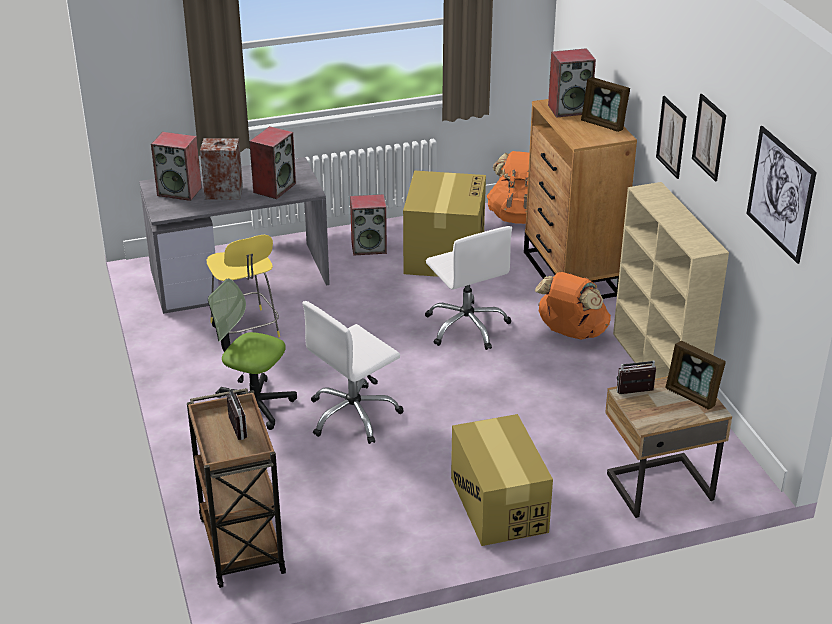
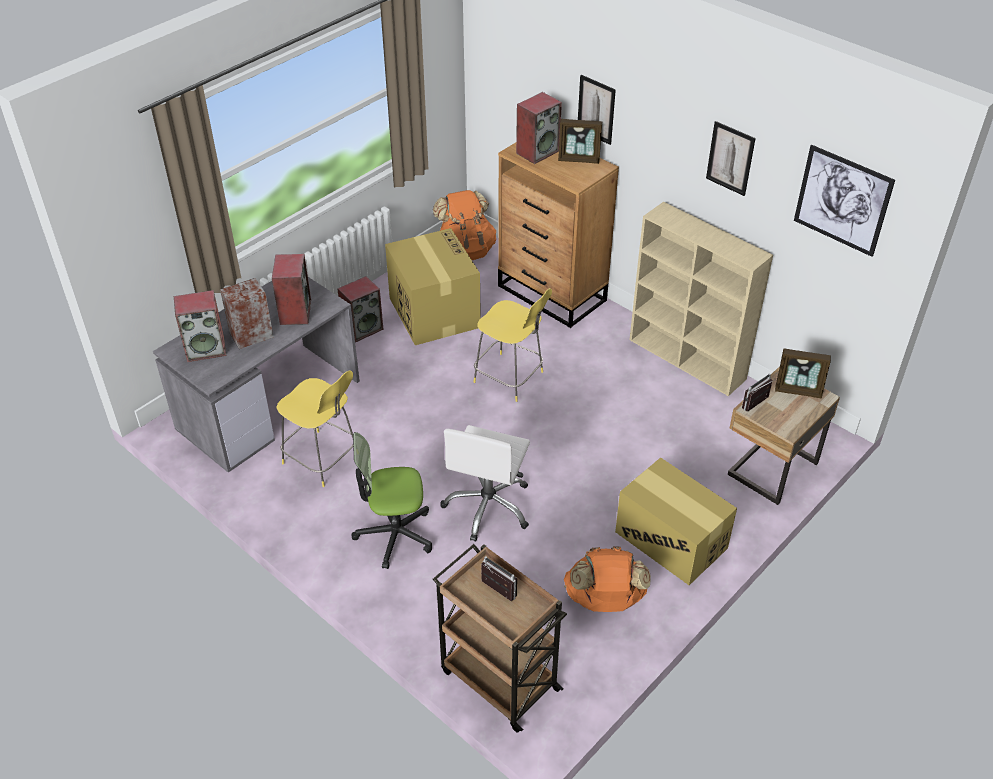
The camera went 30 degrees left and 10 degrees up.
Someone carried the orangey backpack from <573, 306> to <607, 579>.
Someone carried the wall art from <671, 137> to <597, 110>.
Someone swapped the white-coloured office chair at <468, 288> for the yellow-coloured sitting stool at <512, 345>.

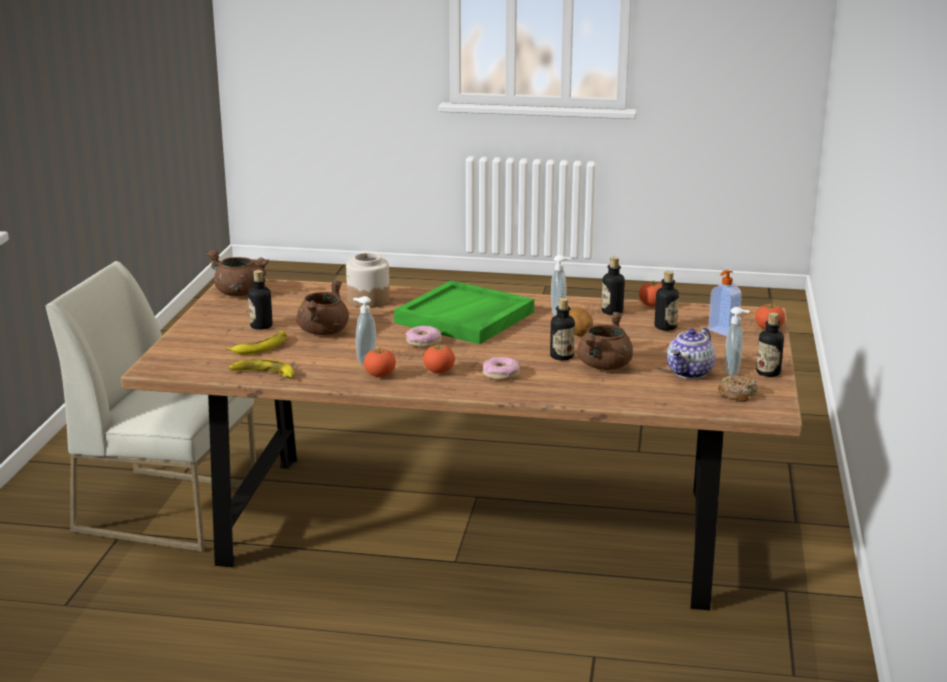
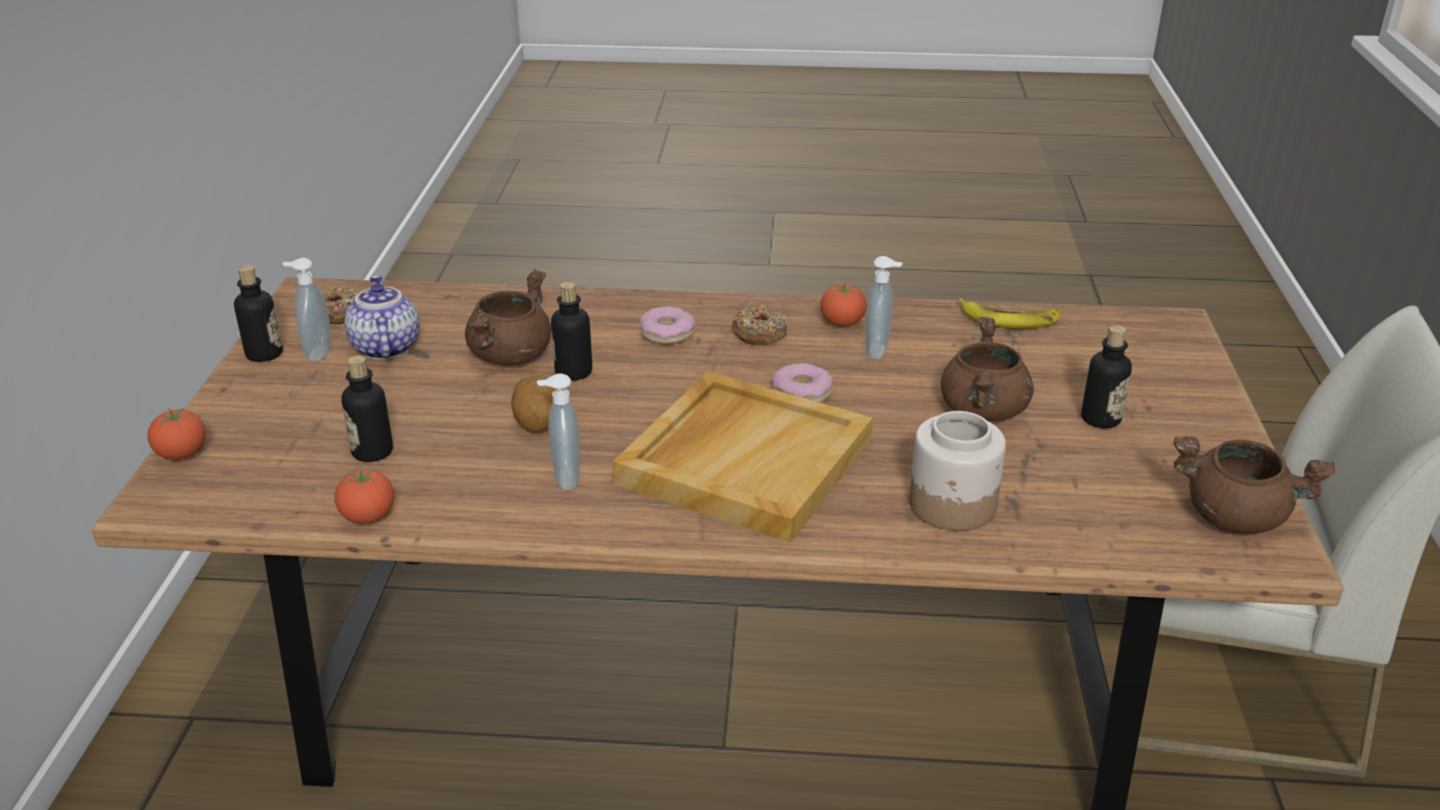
The camera went 175 degrees right and 10 degrees up.
Someone took away the banana at <256, 342>.
Someone took away the drink bottle at <613, 286>.
Someone took away the soap bottle at <725, 303>.
Someone swapped the tomato at <439, 358> for the ring doughnut at <759, 325>.
Someone repainted the greenish tray at <464, 312>, which became the beige-coloured tray at <742, 457>.
Someone rotated the tea pot at <691, 353> by 45 degrees counterclockwise.

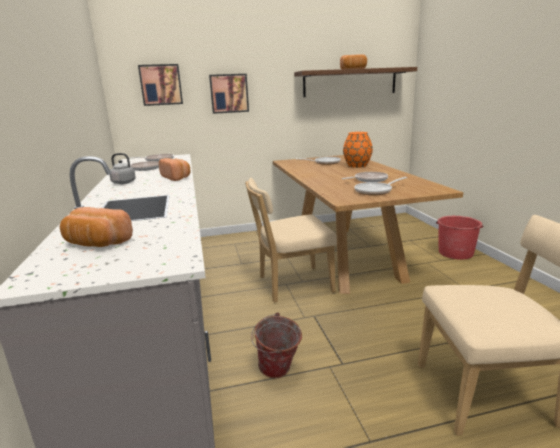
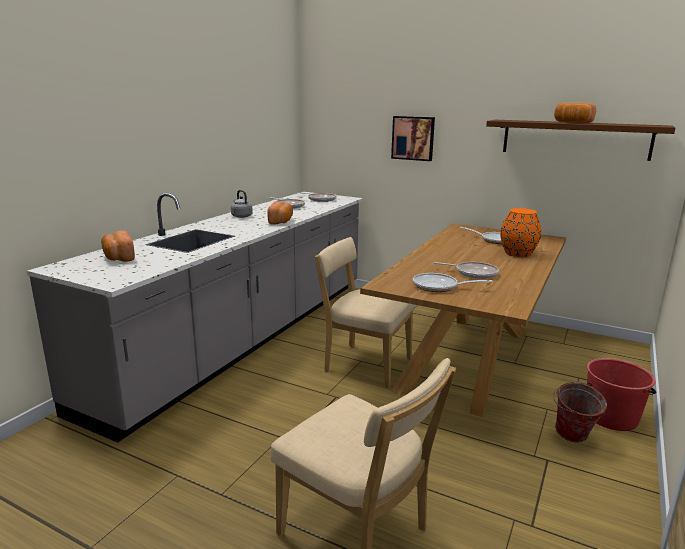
The camera went 40 degrees right and 0 degrees up.
Someone took away the wall art at <160, 85>.
Someone carried the water bucket from <276, 345> to <580, 412>.

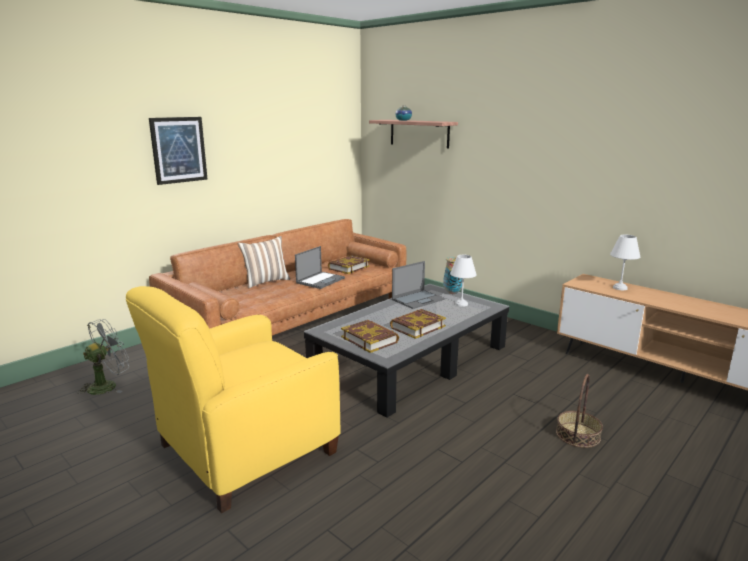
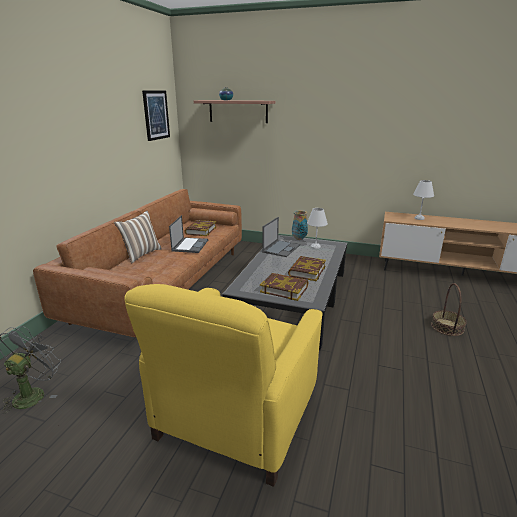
The camera went 25 degrees left and 5 degrees up.
Someone carried the wall art from <178, 151> to <156, 116>.

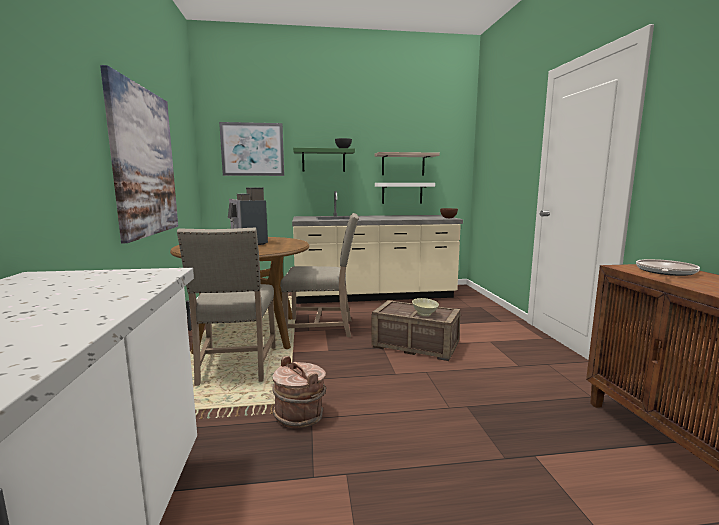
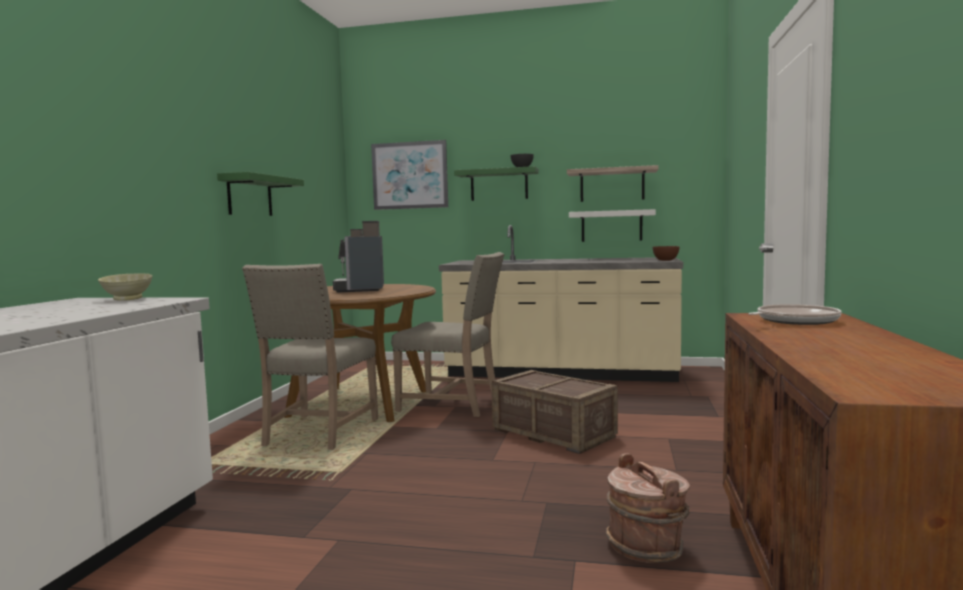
The camera went 20 degrees right and 5 degrees down.
Someone carried the brown-coloured water bucket from <299, 392> to <648, 508>.
Someone carried the beige-coloured serving bowl from <425, 307> to <125, 287>.
Someone swapped the wall art at <139, 154> for the greenish wall shelf at <260, 194>.

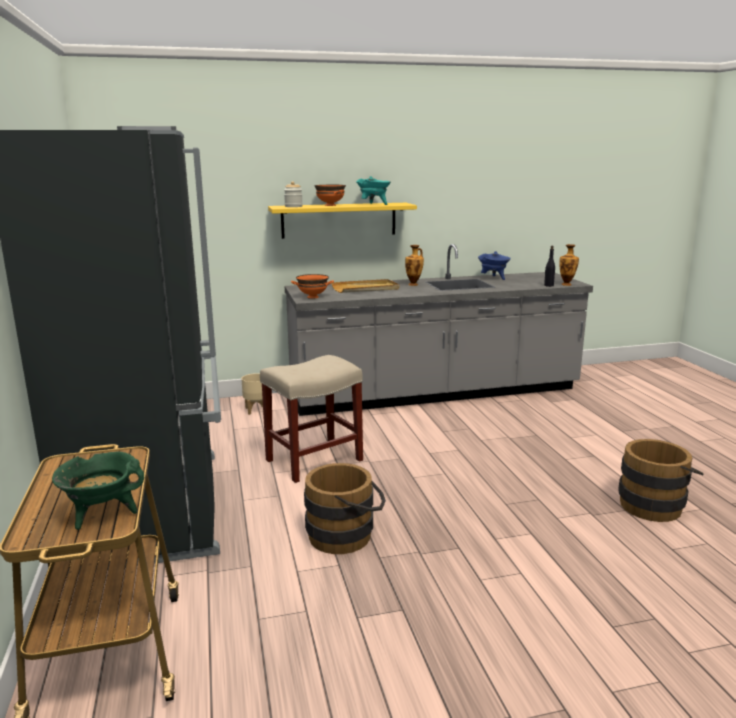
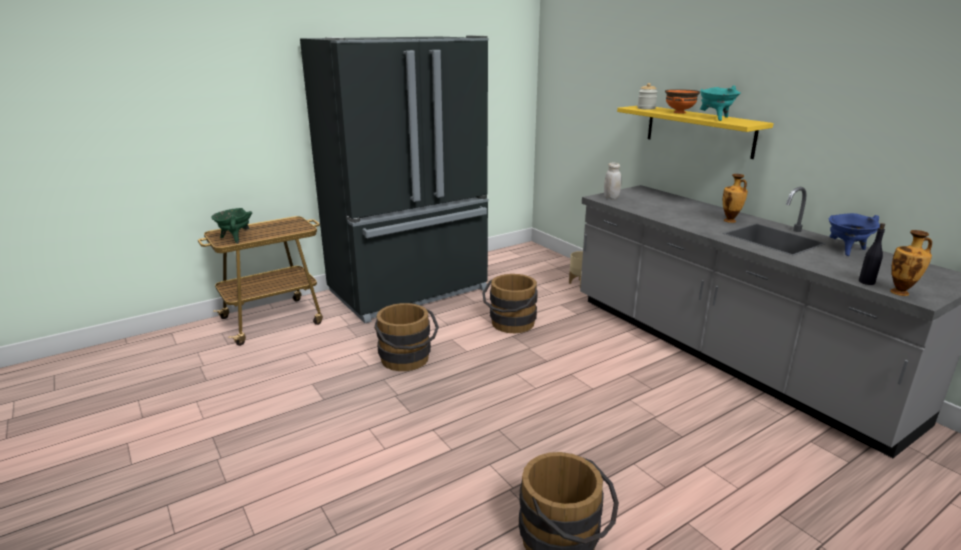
The camera went 70 degrees right and 5 degrees up.
Someone took away the beige-coloured tray at <365, 286>.
Someone swapped the beige-coloured sitting stool at <311, 419> for the brown-coloured water bucket at <510, 303>.
Someone swapped the orangey serving bowl at <312, 286> for the white-coloured jar at <613, 181>.

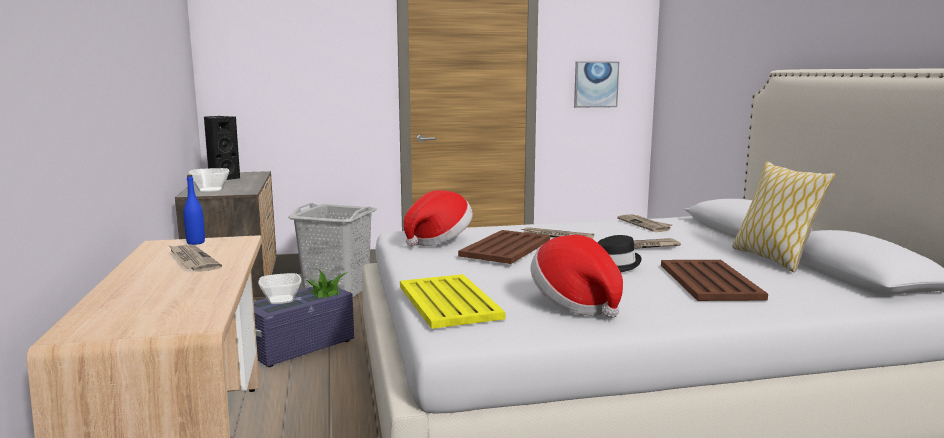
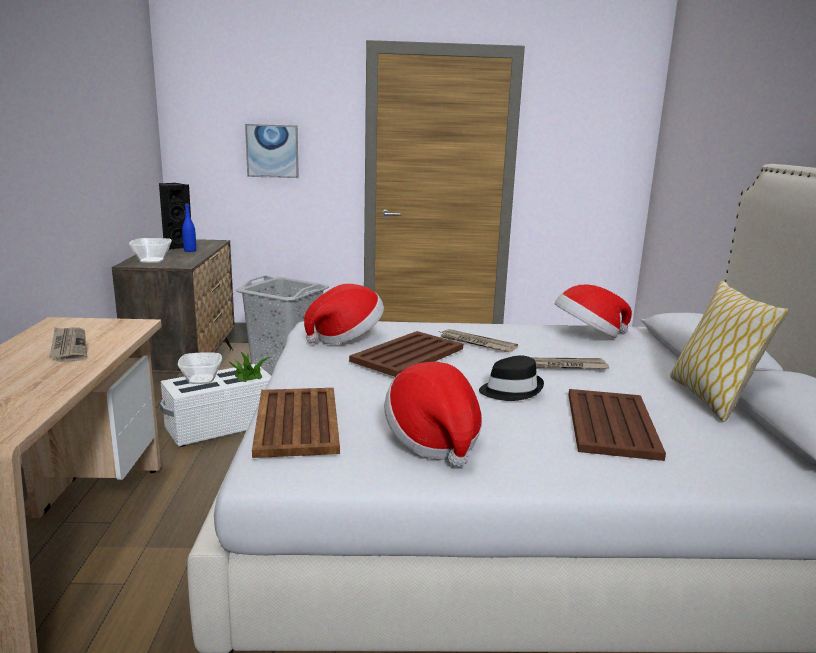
The camera went 10 degrees right and 5 degrees up.
Someone carried the bluish drink bottle from <194, 210> to <189, 227>.
Someone carried the wall art from <596, 84> to <272, 151>.
Someone swapped the printed paper at <644, 223> for the hat at <593, 311>.
Someone repainted the purplish storage box at <303, 327>, which became the white-coloured storage box at <215, 405>.
Someone repainted the yellow-coloured tray at <453, 301>, which became the brown-coloured tray at <296, 423>.

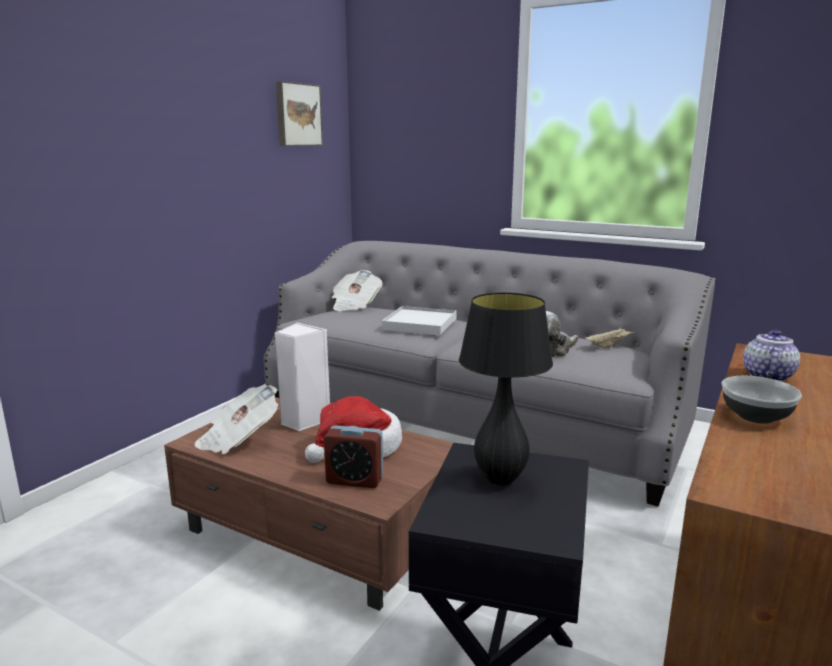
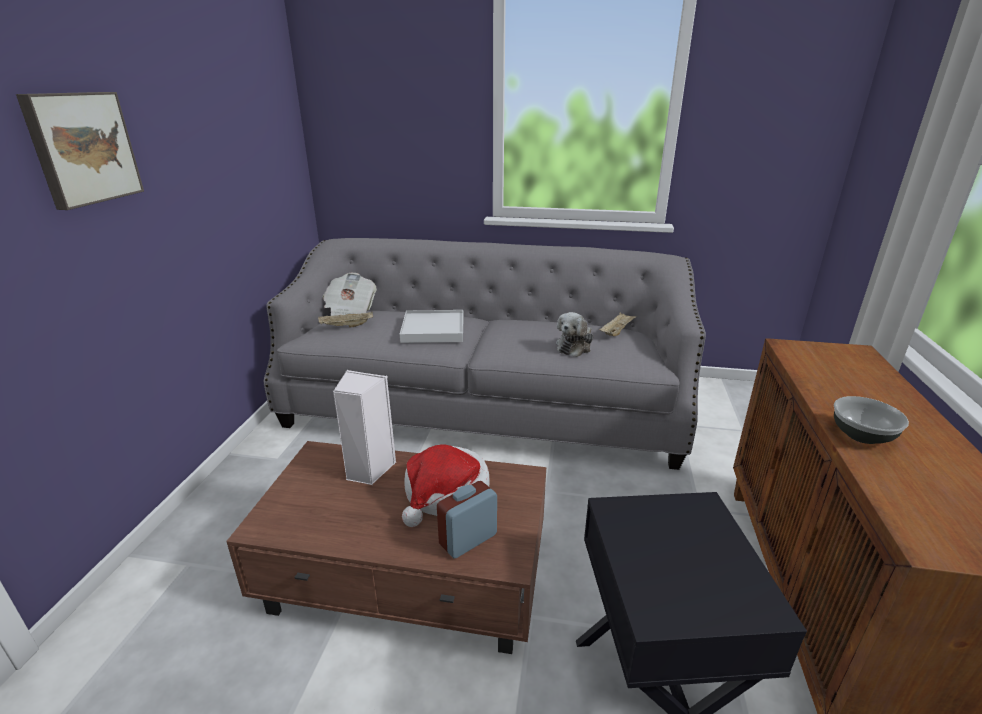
The camera went 20 degrees left and 10 degrees up.
Someone took away the printed paper at <236, 419>.
Someone took away the black-coloured table lamp at <506, 389>.
Someone took away the tea pot at <771, 356>.
Someone put down the beige-coloured tray at <345, 319>.
Someone carried the wall art from <299, 113> to <80, 151>.
Someone rotated the bedside clock at <353, 456> by 150 degrees clockwise.

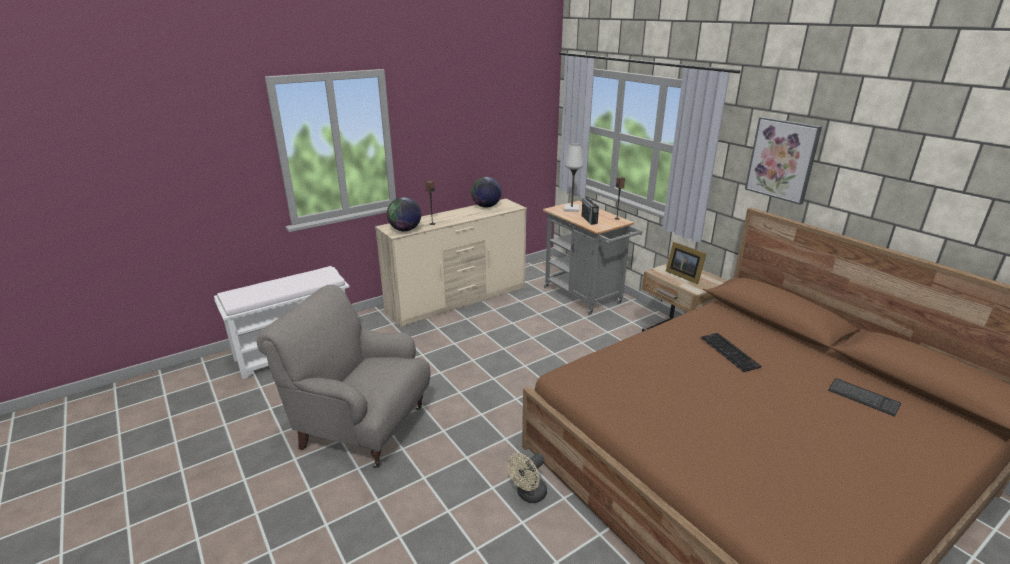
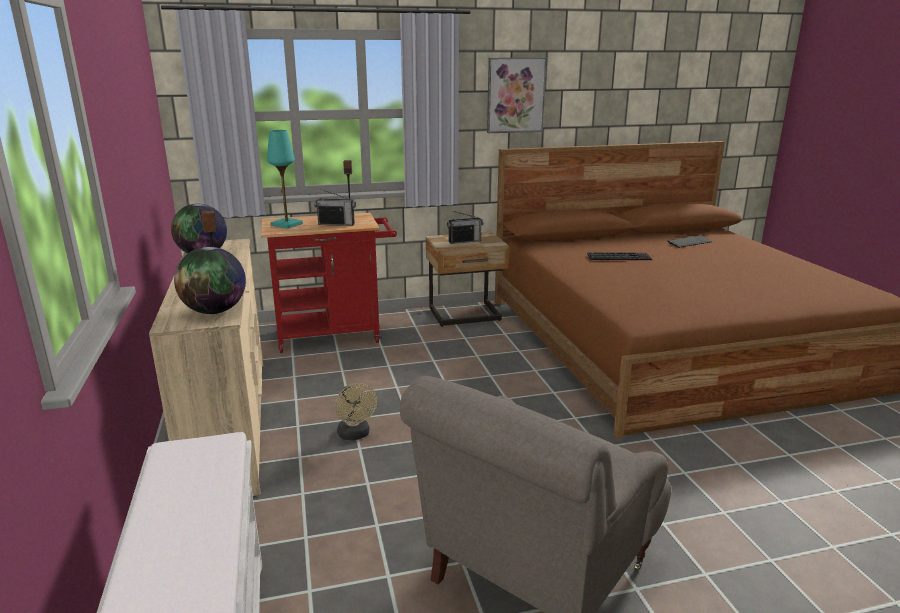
The camera went 70 degrees left and 5 degrees down.
Someone carried the beige-coloured electric fan from <527, 478> to <356, 411>.
Someone swapped the standing frame at <686, 263> for the radio receiver at <465, 227>.
Someone repainted the grey cart at <592, 258>, which became the red cart at <329, 283>.
Someone repainted the white-coloured table lamp at <574, 178>, which became the turquoise-coloured table lamp at <285, 179>.

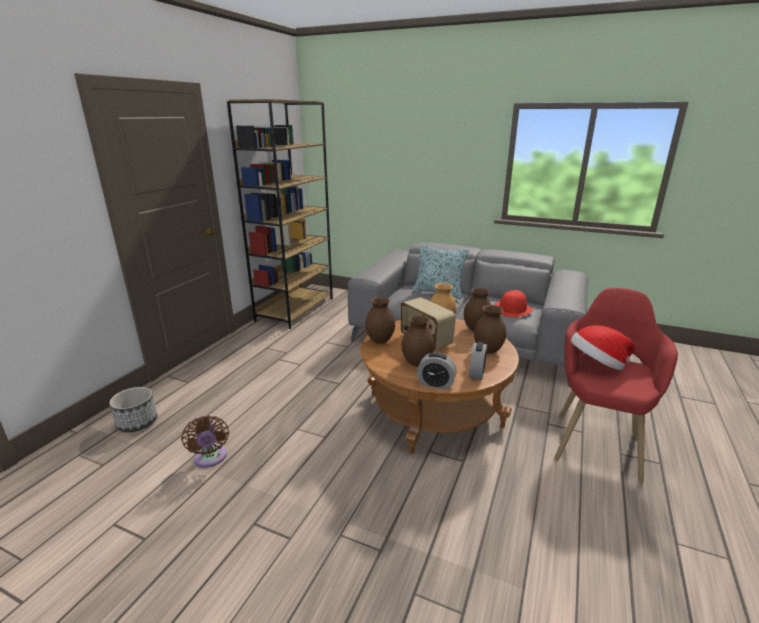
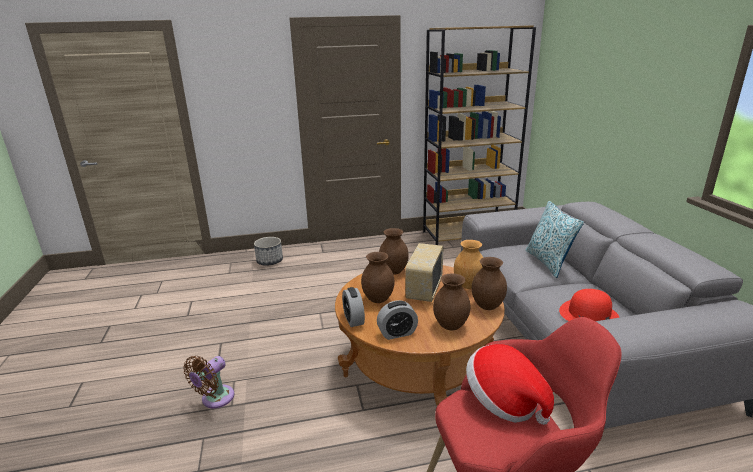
The camera went 55 degrees right and 0 degrees up.
Someone carried the brown-coloured electric fan from <205, 441> to <208, 382>.

